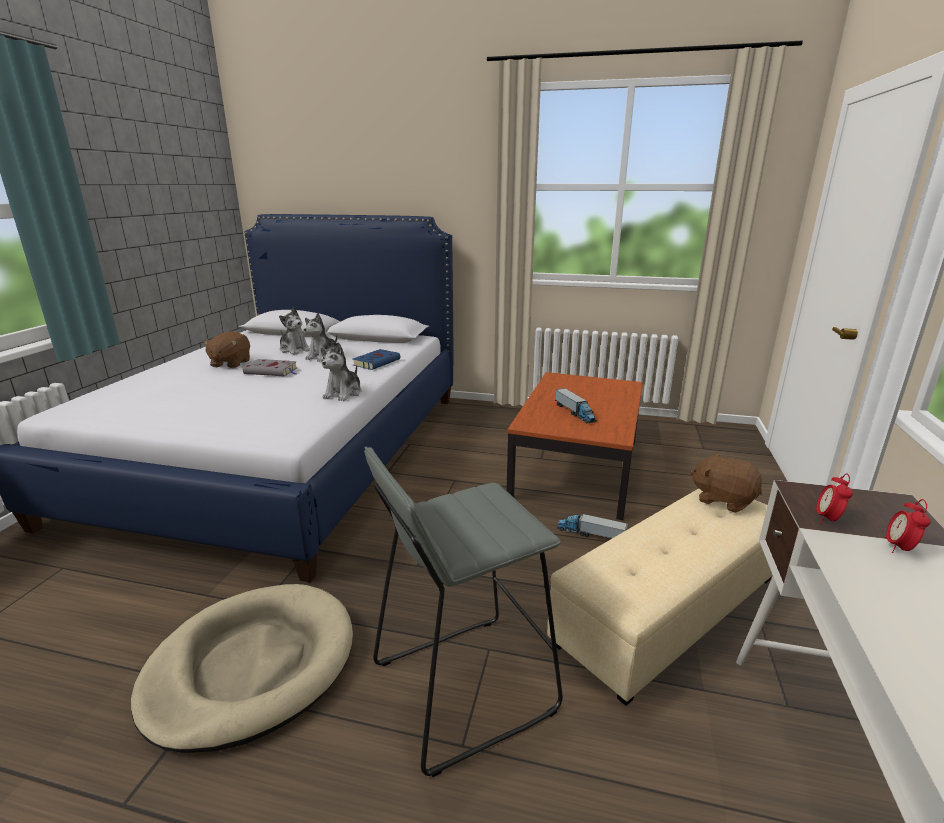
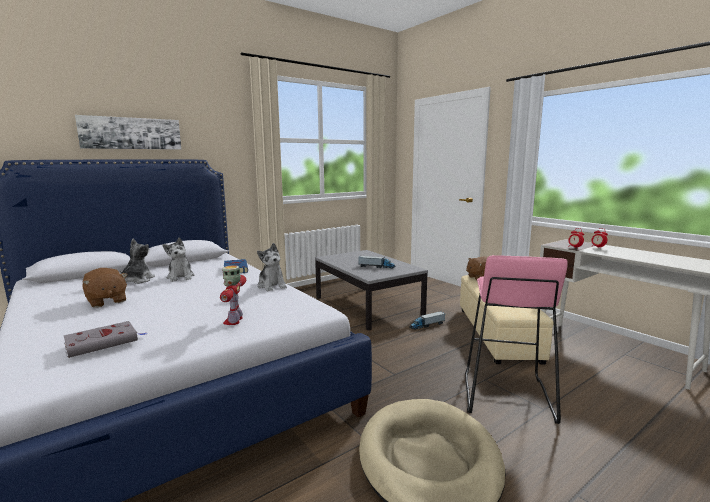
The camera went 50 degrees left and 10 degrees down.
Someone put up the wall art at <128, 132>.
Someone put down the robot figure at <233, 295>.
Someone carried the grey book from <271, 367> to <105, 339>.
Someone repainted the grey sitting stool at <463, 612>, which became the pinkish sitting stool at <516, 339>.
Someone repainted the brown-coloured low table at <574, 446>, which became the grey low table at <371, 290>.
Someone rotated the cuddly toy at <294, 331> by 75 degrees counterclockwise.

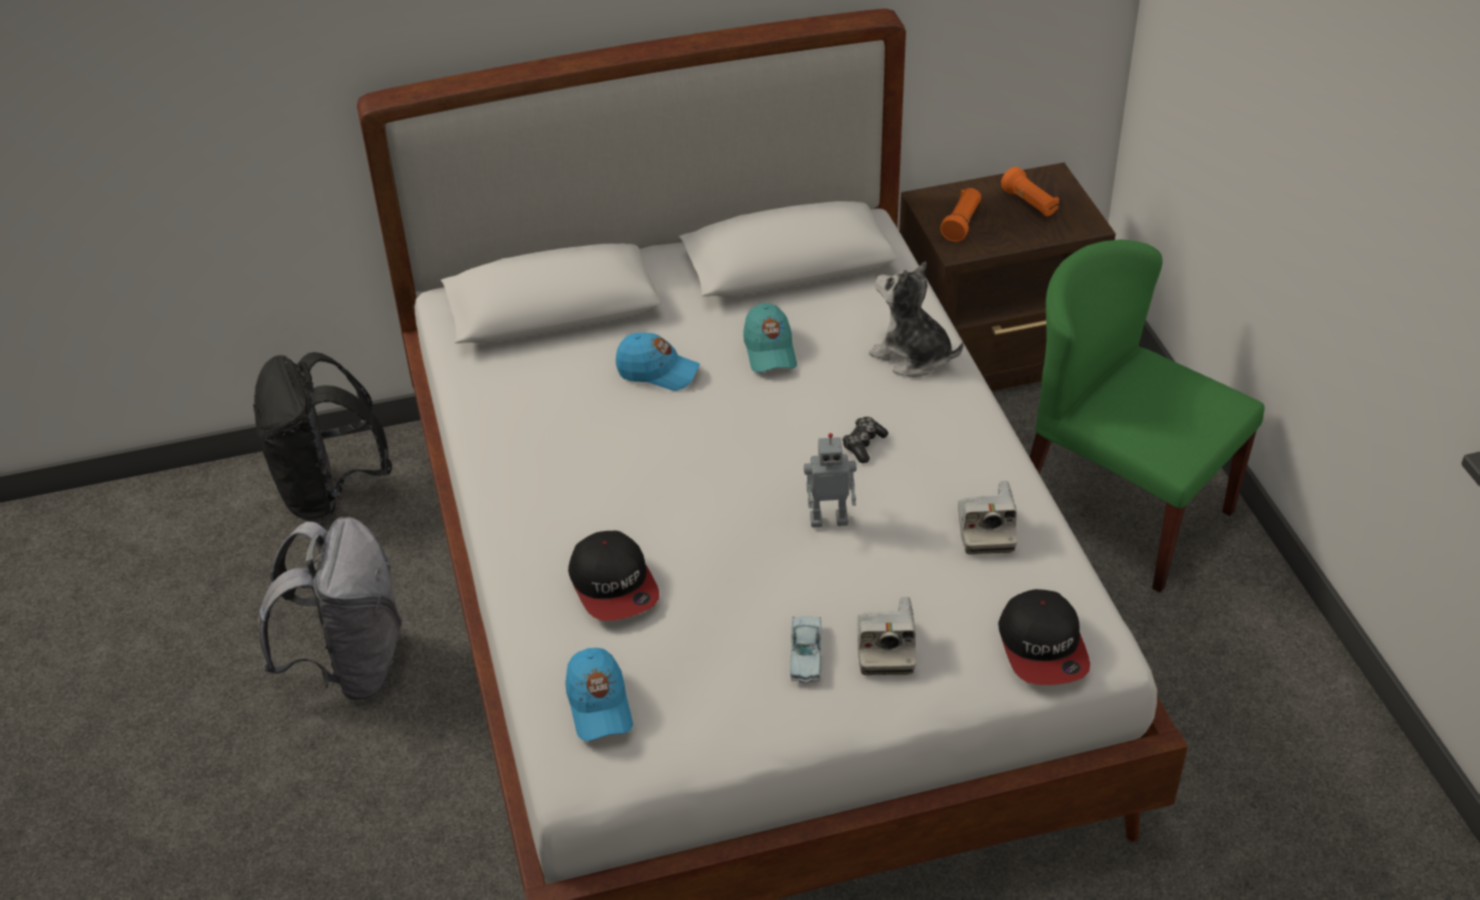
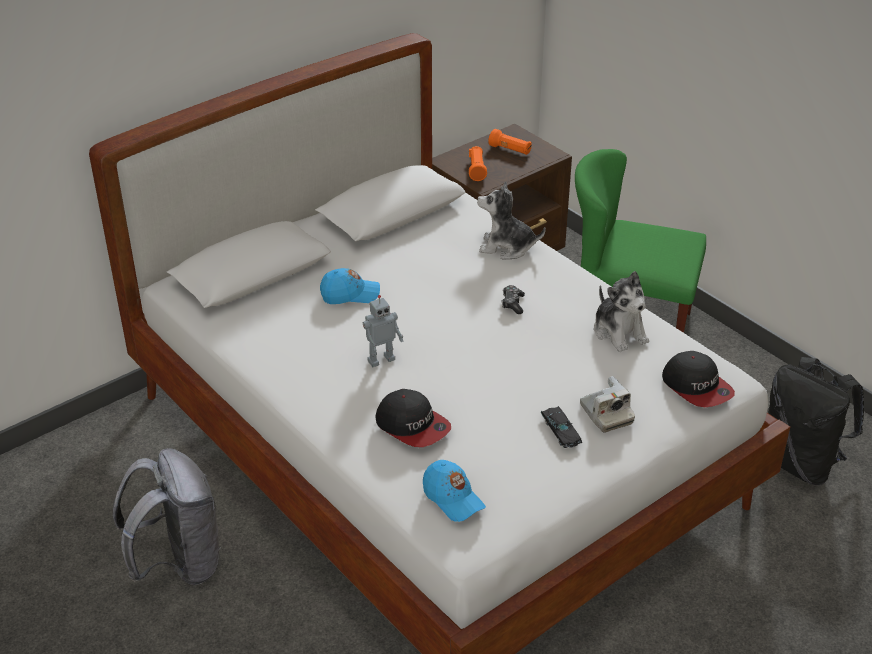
The camera went 25 degrees left and 5 degrees down.
Someone took away the turquoise-coloured peaked cap at <770, 338>.
Someone carried the black-coloured backpack from <322, 437> to <816, 421>.
Someone carried the robot figure from <830, 480> to <383, 331>.
Someone swapped the still camera at <987, 517> for the cuddly toy at <621, 311>.
Someone repainted the bluish toy car at <805, 649>, which became the black-coloured toy car at <561, 427>.

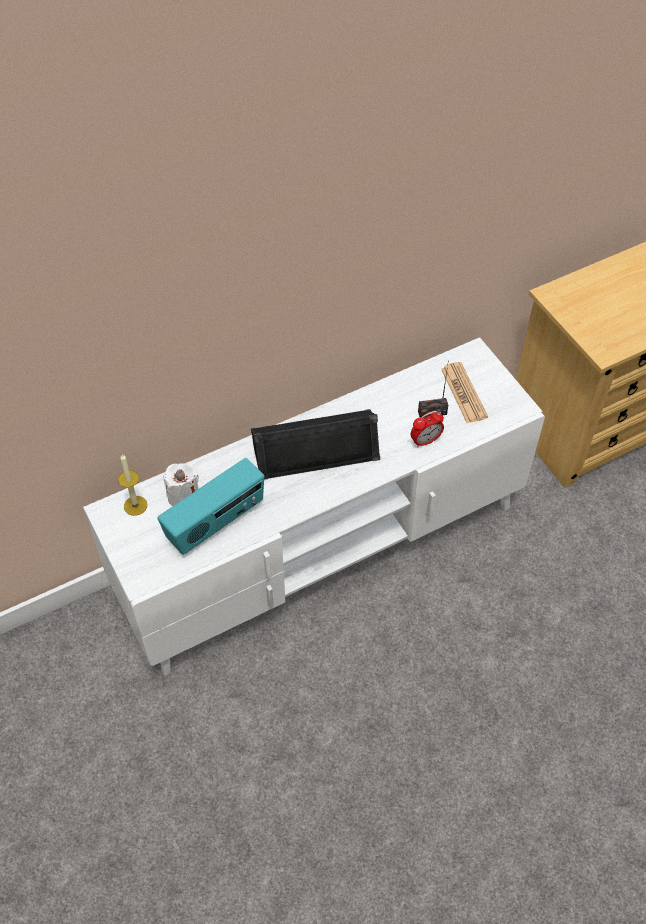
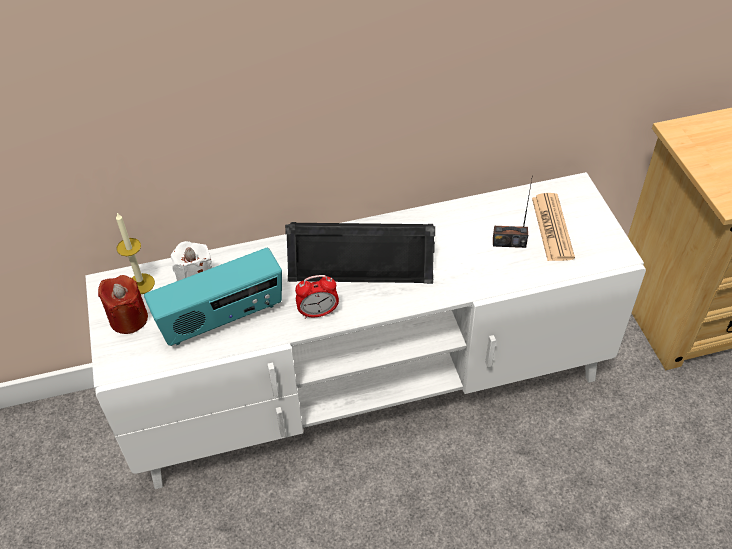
The camera went 15 degrees right and 5 degrees down.
Someone put down the red wax light at <123, 304>.
Someone carried the bedside clock from <427, 429> to <317, 297>.

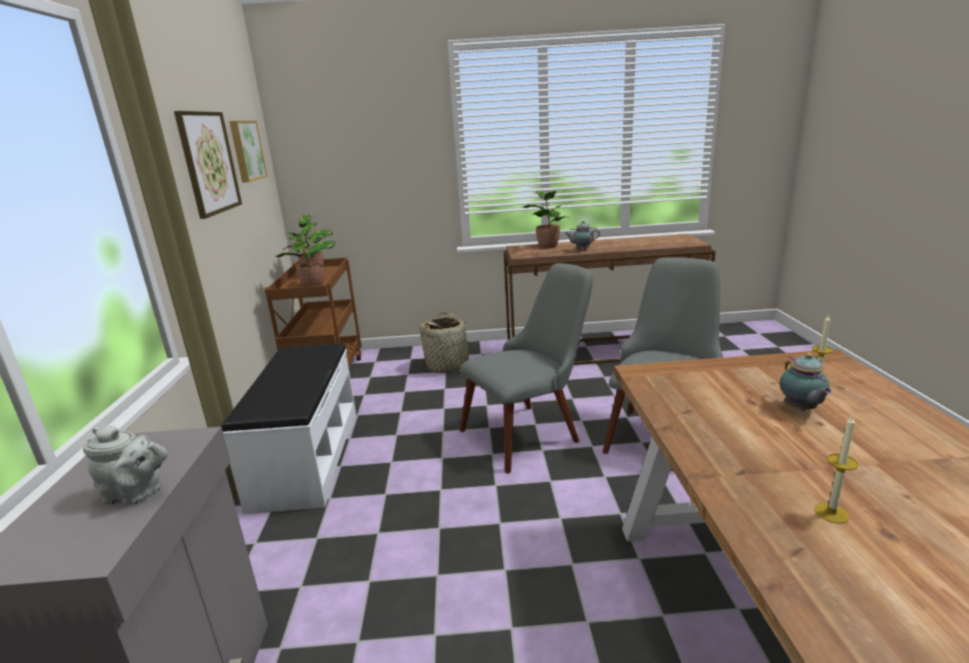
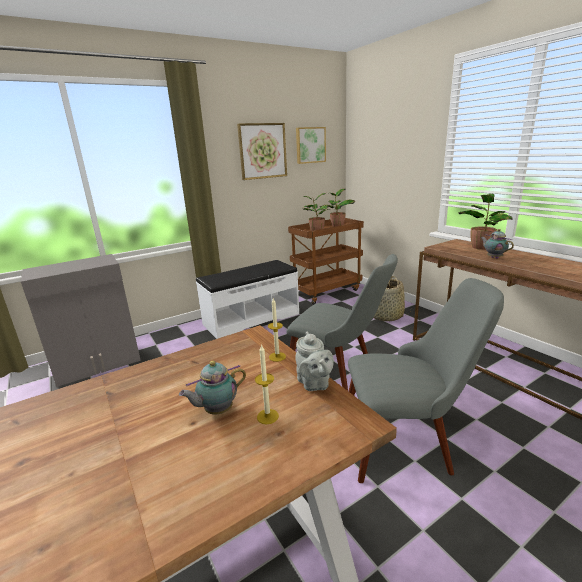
The camera went 60 degrees right and 0 degrees up.
Someone carried the grey tea pot from <125, 465> to <315, 361>.
Someone carried the wax light from <836, 469> to <277, 330>.

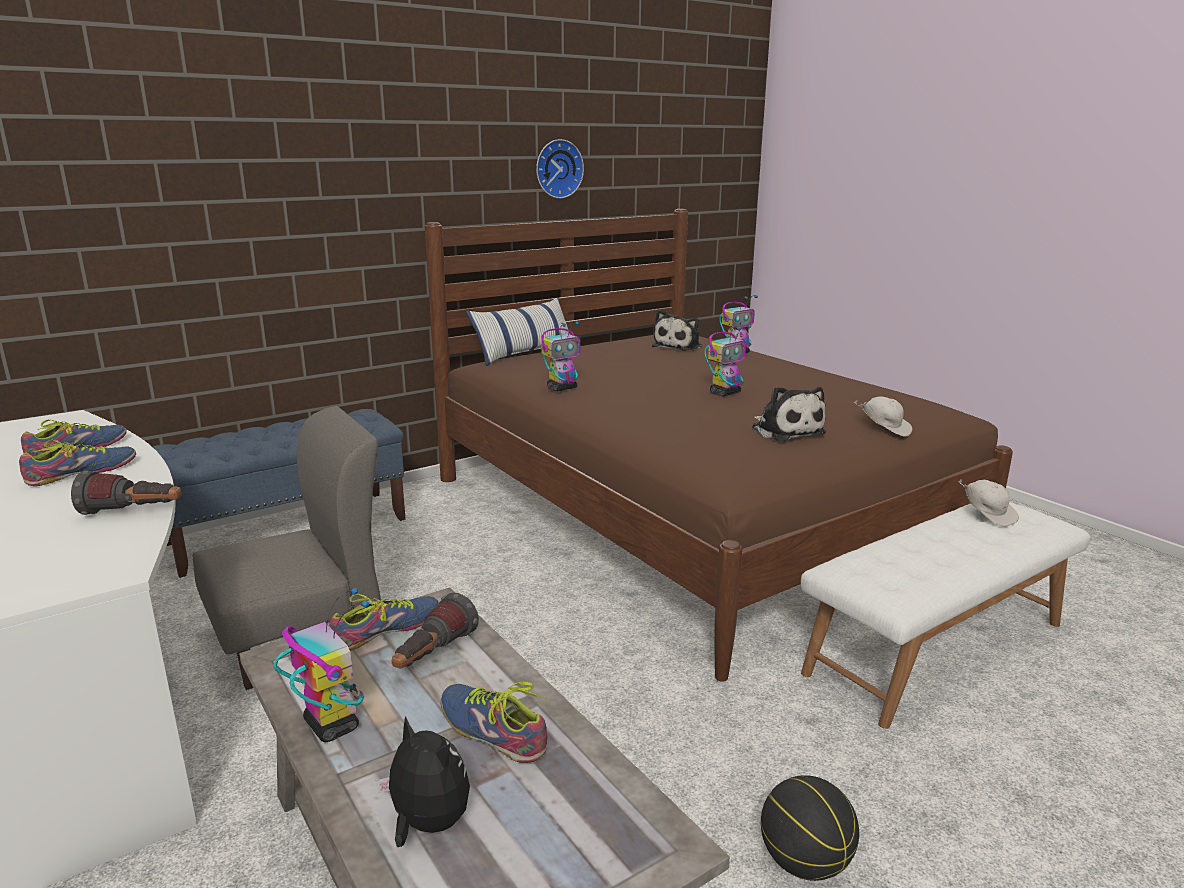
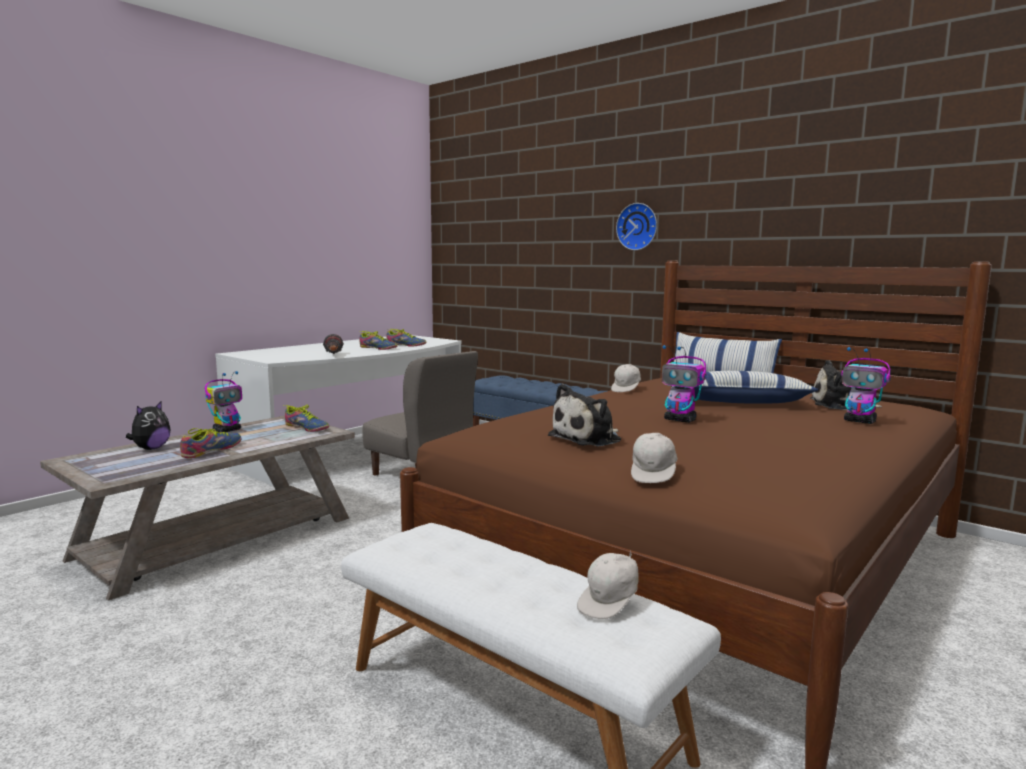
The camera went 75 degrees right and 10 degrees down.
Someone took away the flashlight at <435, 630>.
Someone took away the basketball ball at <810, 828>.
Someone put down the pillow at <745, 387>.
Someone carried the hanging clock from <560, 168> to <636, 226>.
Someone swapped the robot figure at <561, 356> for the white-coloured peaked cap at <626, 378>.

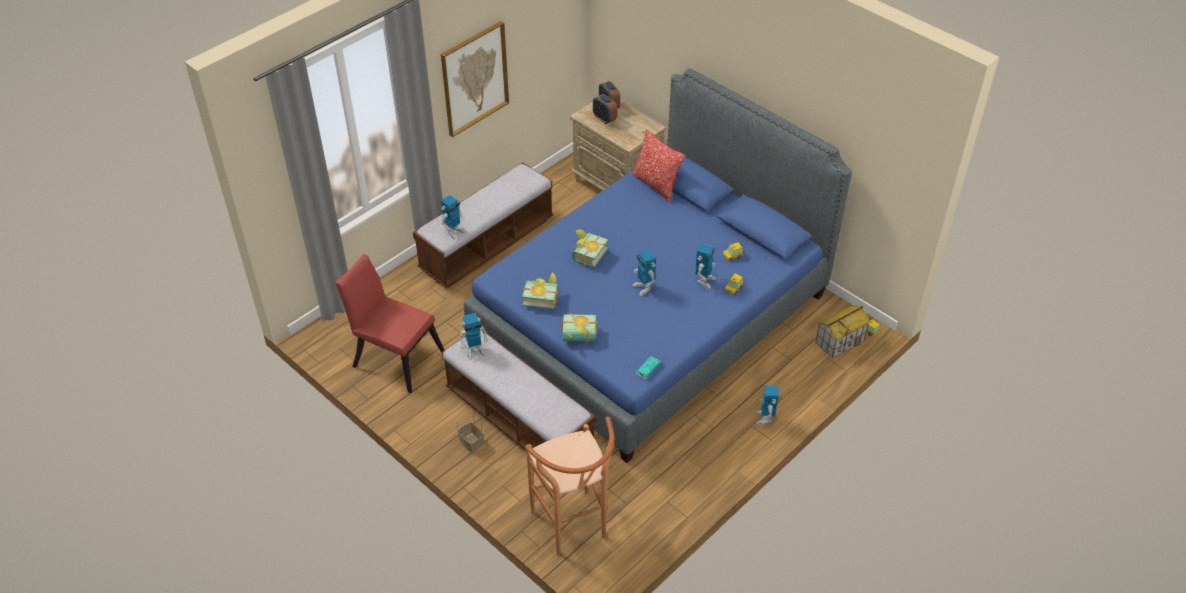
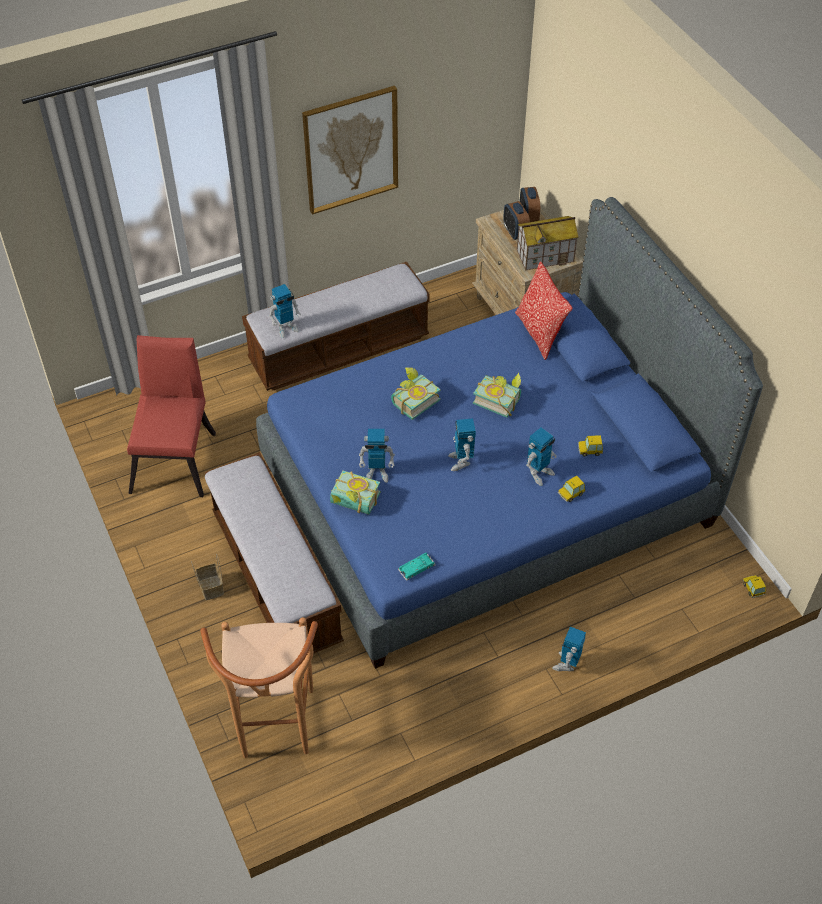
The camera went 20 degrees right and 5 degrees up.
Someone carried the robot figure from <473, 336> to <377, 456>.
Someone carried the book from <540, 291> to <497, 395>.
Someone carried the toy house from <842, 331> to <548, 243>.
Someone rotated the red upright chair at <390, 323> by 45 degrees clockwise.

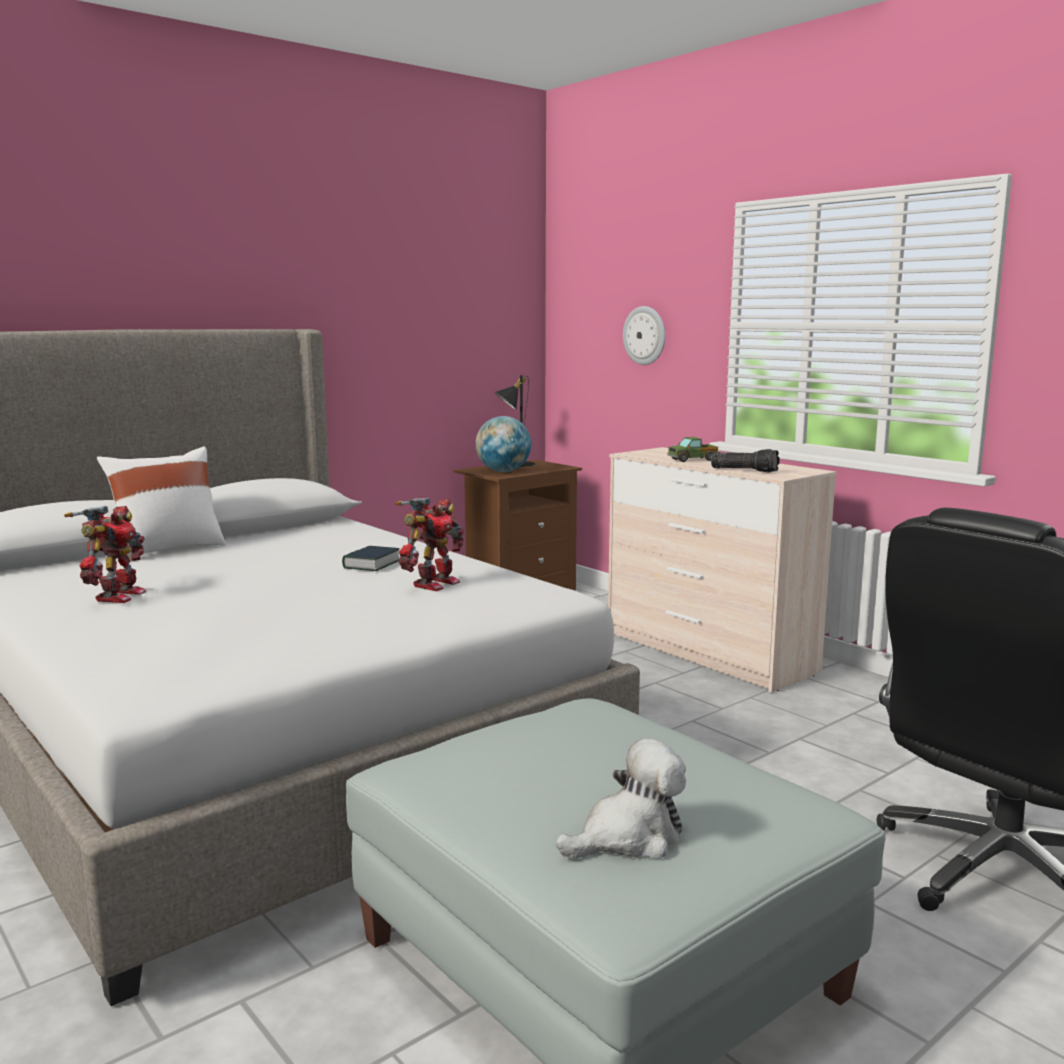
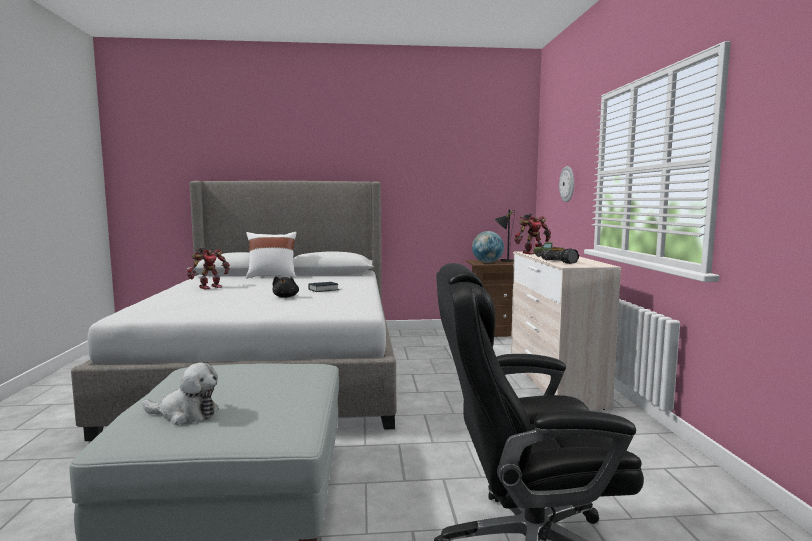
The camera went 35 degrees right and 5 degrees down.
Someone put down the black-coloured cuddly toy at <285, 287>.
Someone carried the robot figure from <430, 544> to <532, 234>.

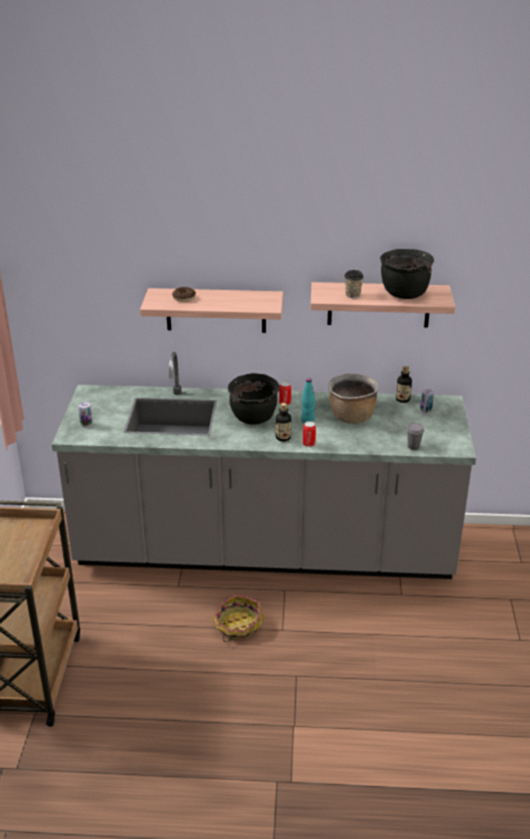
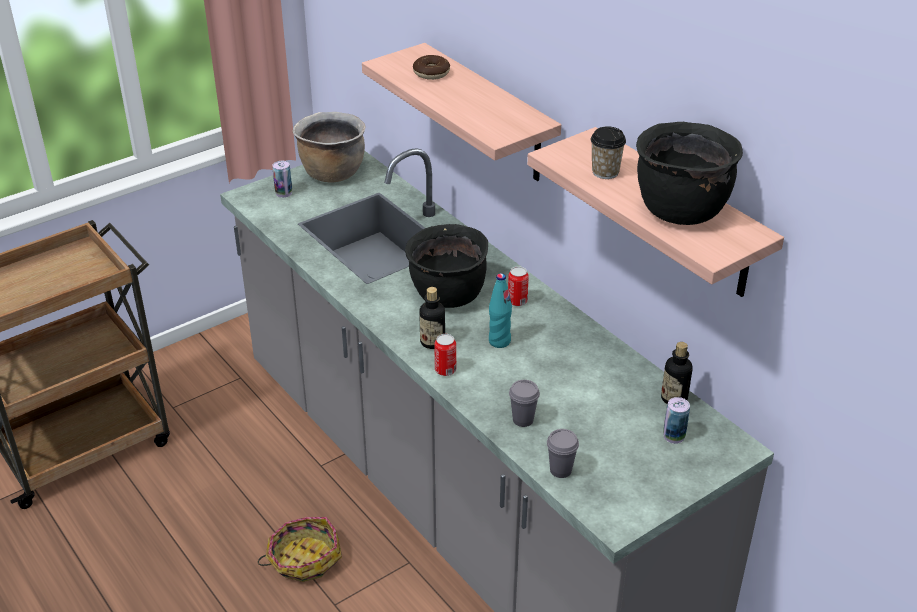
The camera went 50 degrees right and 5 degrees up.
Someone put down the grey cup at <524, 403>.
Someone carried the brown-coloured stockpot from <353, 399> to <329, 147>.

